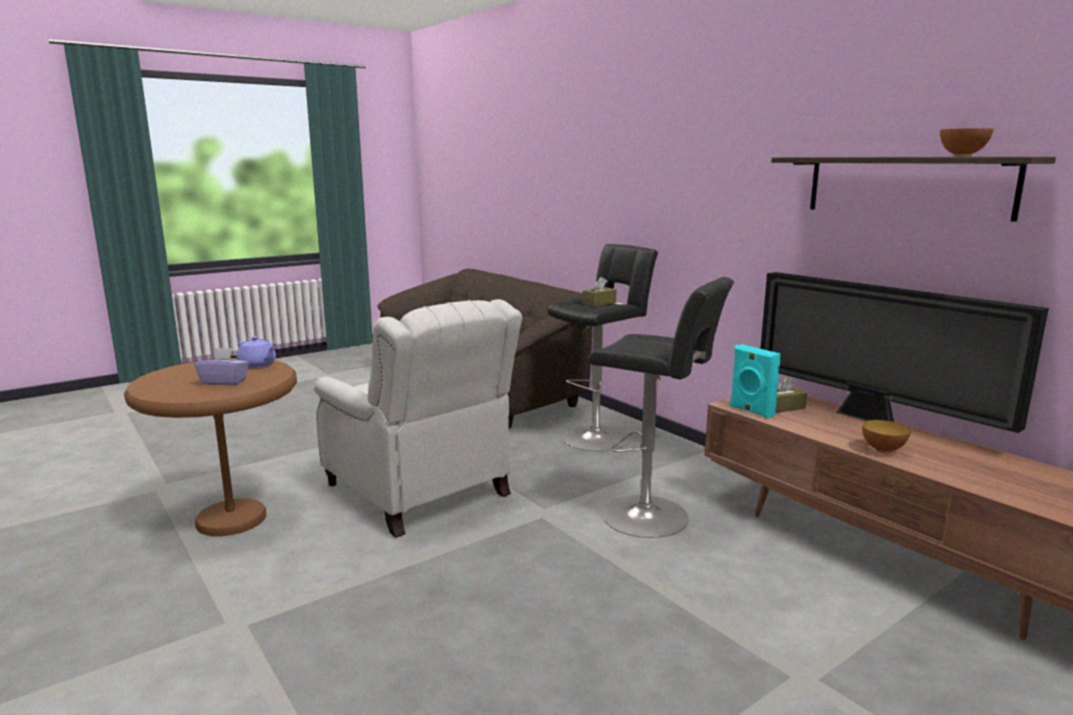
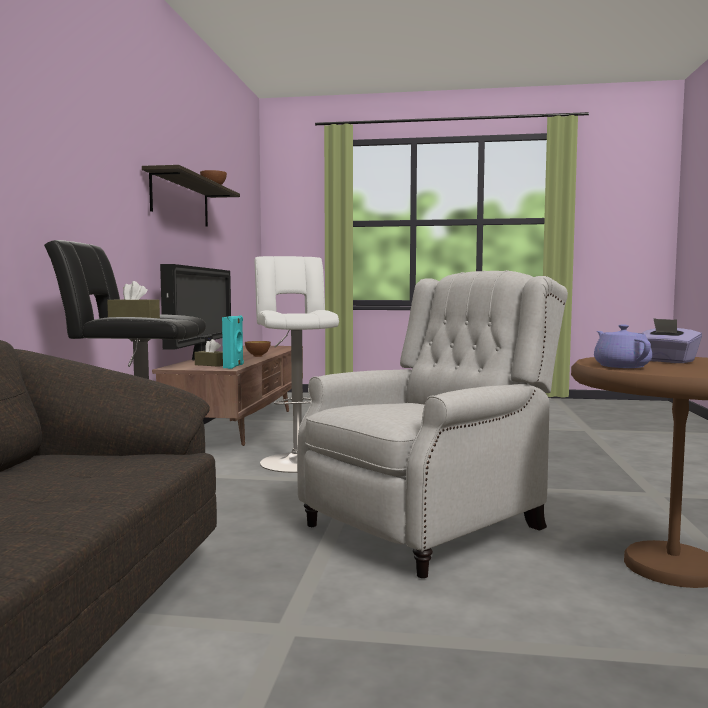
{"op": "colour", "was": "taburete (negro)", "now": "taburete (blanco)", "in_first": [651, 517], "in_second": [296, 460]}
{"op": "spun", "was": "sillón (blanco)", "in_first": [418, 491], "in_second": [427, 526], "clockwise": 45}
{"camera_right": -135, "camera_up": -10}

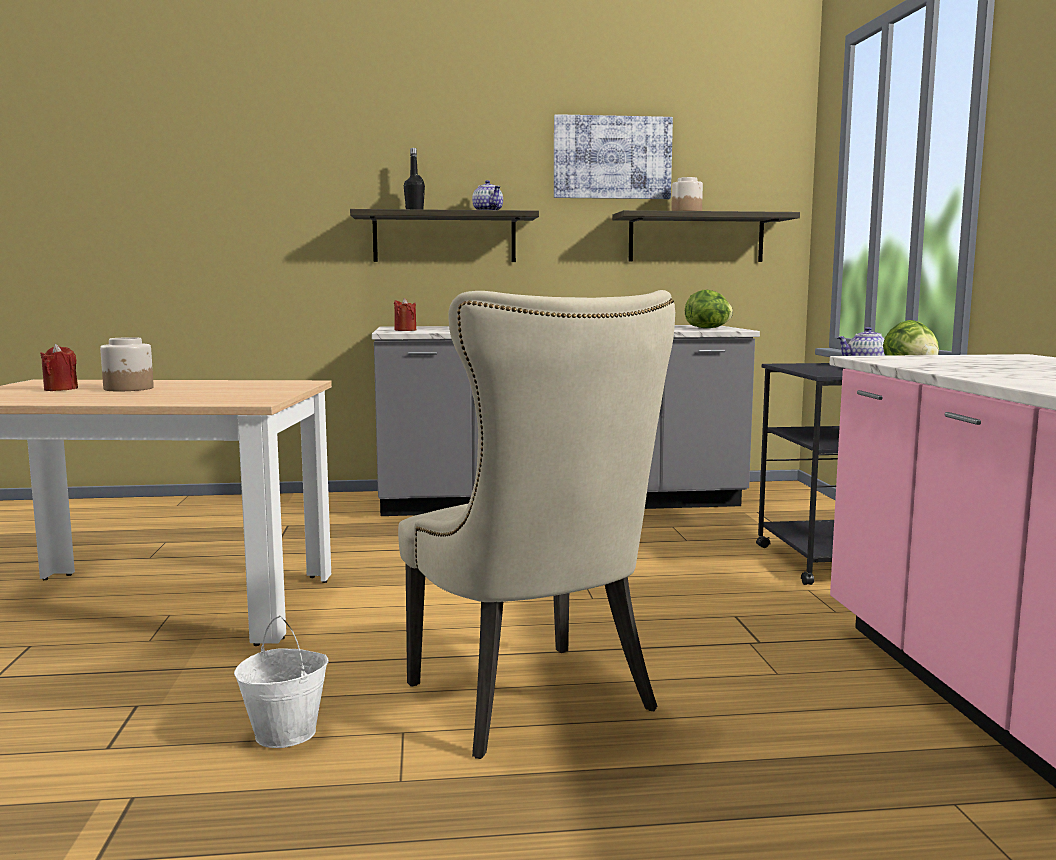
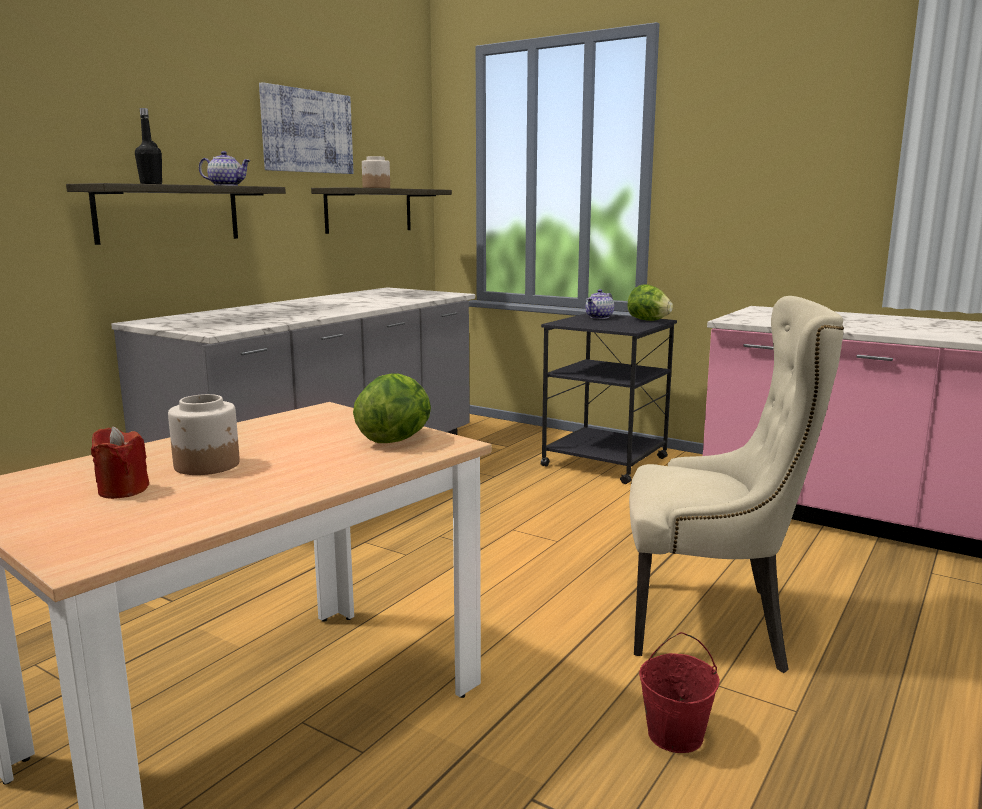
{"op": "relocated", "was": "lechuga", "in_first": [708, 328], "in_second": [396, 440]}
{"op": "missing", "was": "vela (rojo)", "in_first": [405, 330]}
{"op": "colour", "was": "cubo (blanco)", "now": "cubo (rojo)", "in_first": [286, 733], "in_second": [675, 734]}
{"camera_right": -50, "camera_up": 5}

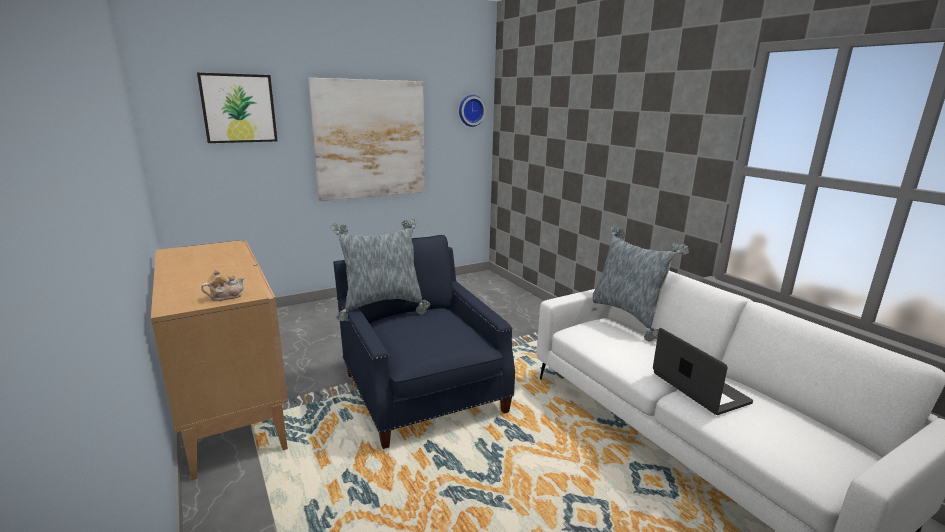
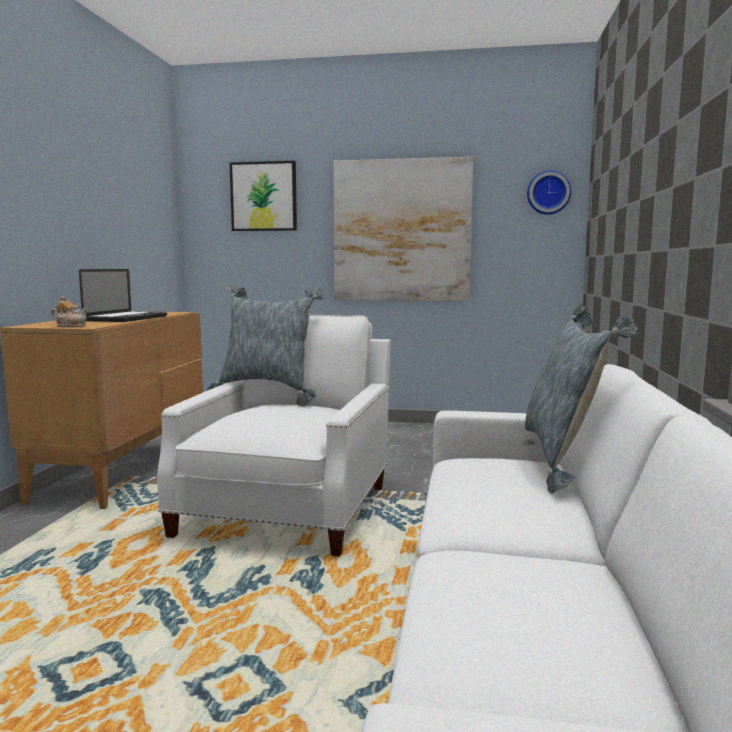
{"op": "colour", "was": "sillón (azul)", "now": "sillón (blanco)", "in_first": [422, 389], "in_second": [288, 507]}
{"op": "relocated", "was": "portátil", "in_first": [699, 388], "in_second": [126, 318]}
{"camera_right": 40, "camera_up": -10}

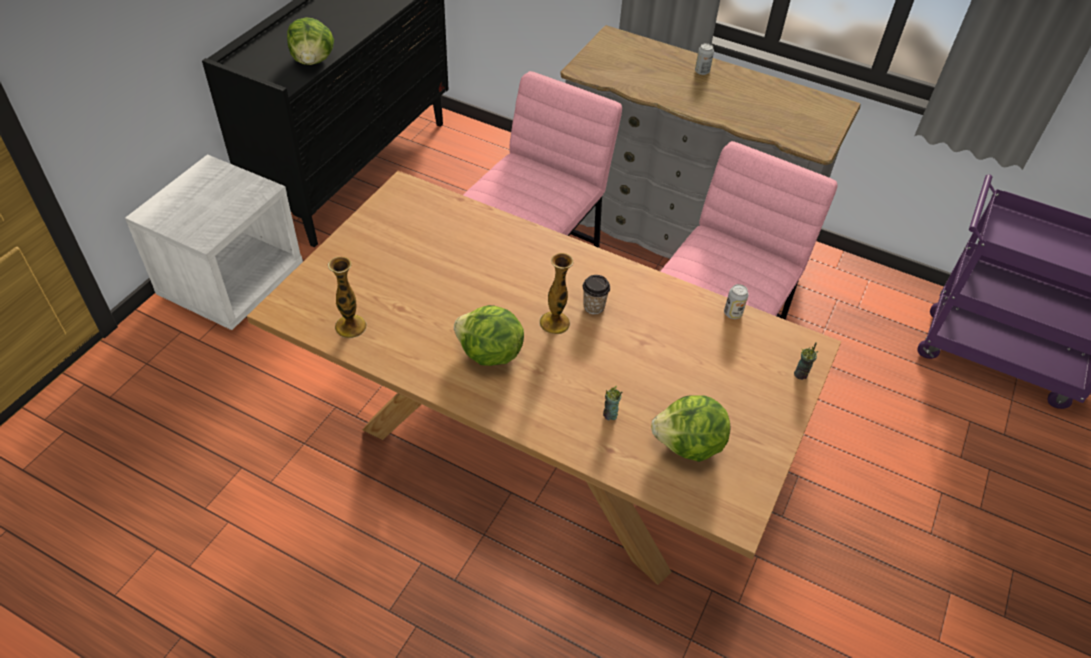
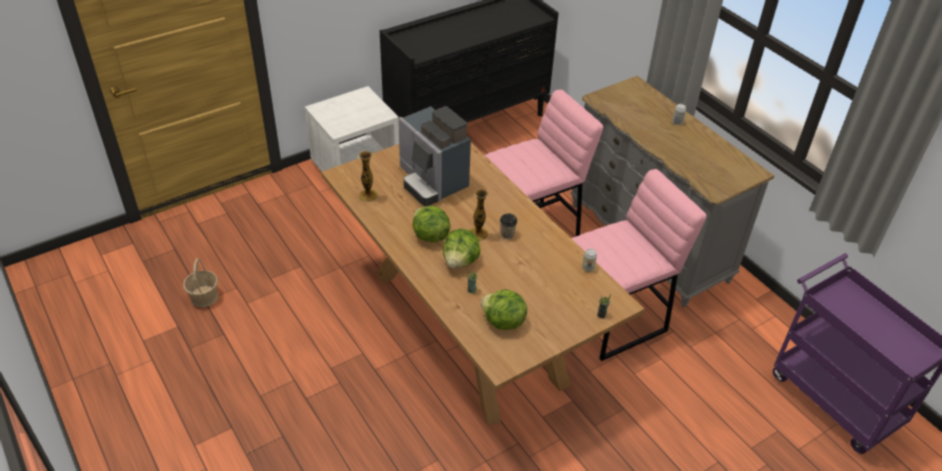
{"op": "relocated", "was": "lechuga", "in_first": [313, 61], "in_second": [461, 261]}
{"op": "appeared", "now": "cafetera", "in_second": [432, 181]}
{"op": "appeared", "now": "cesta", "in_second": [204, 297]}
{"camera_right": 30, "camera_up": -5}

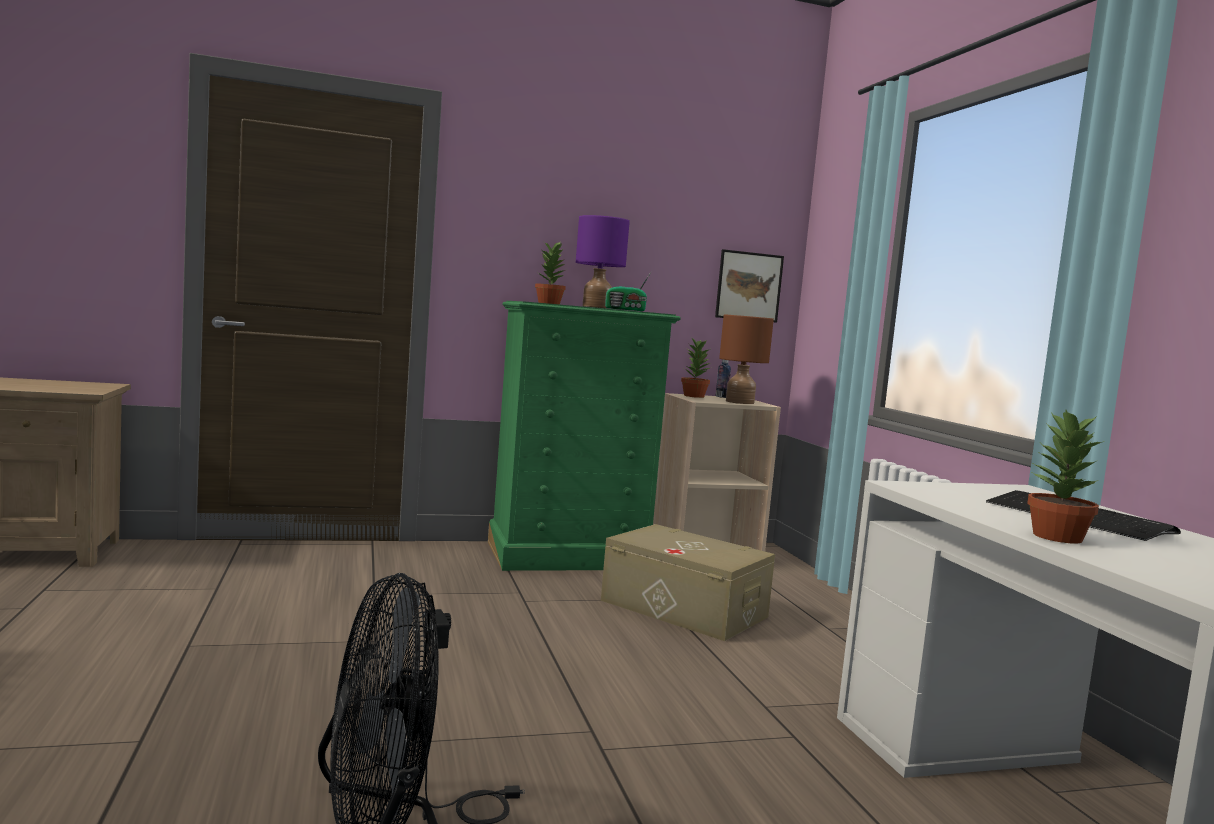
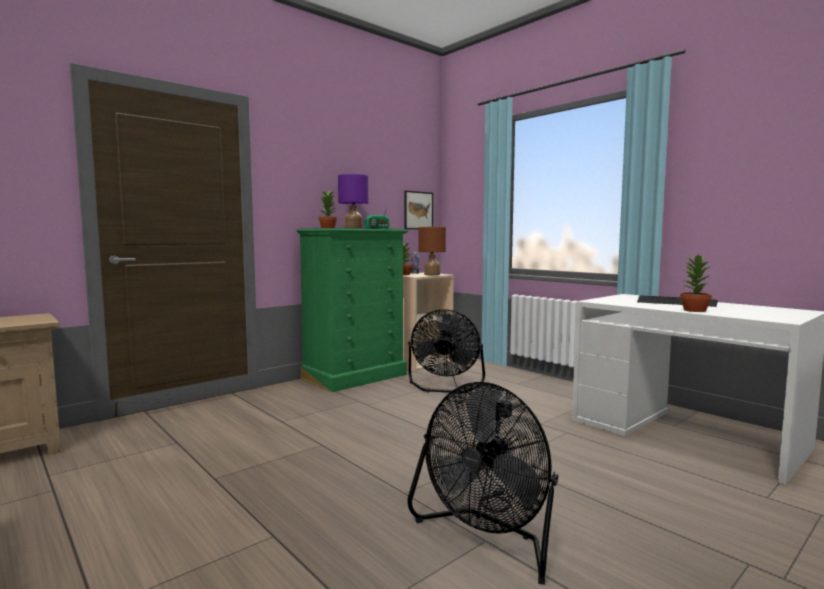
{"op": "exchanged", "was": "caja de almacenaje (beis)", "now": "ventilador (negro)", "in_first": [683, 608], "in_second": [446, 389]}
{"camera_right": -25, "camera_up": 0}

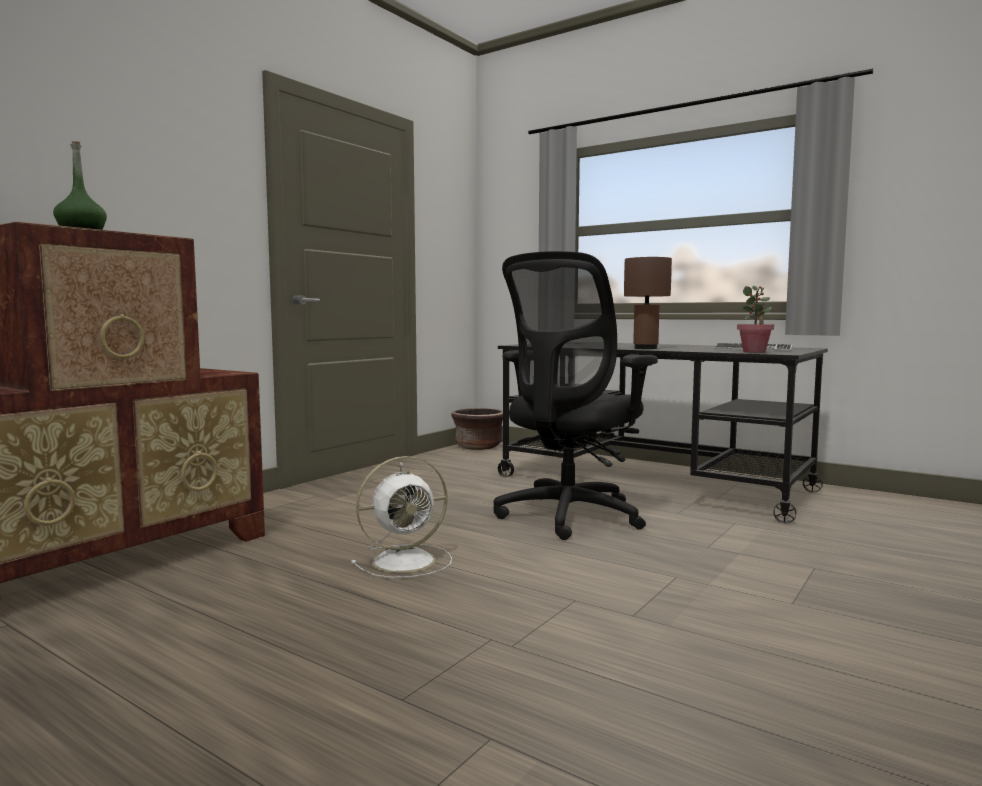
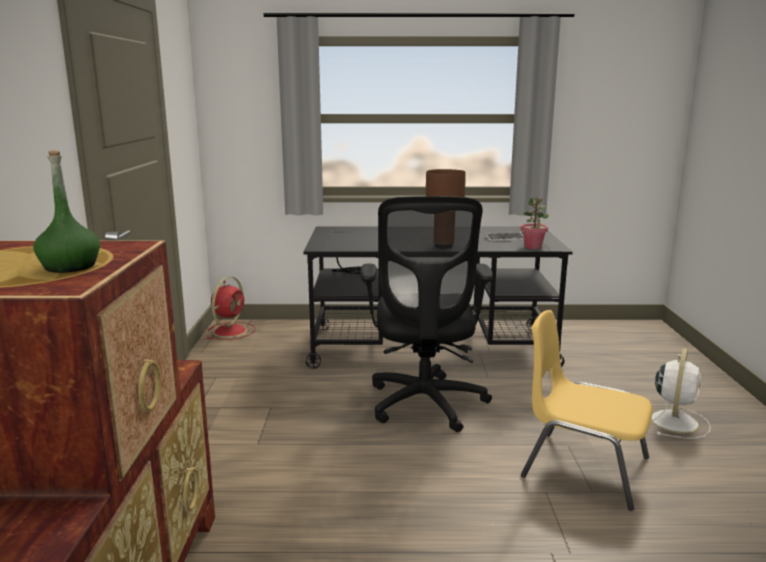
{"op": "exchanged", "was": "maceta (marrón)", "now": "ventilador (rojo)", "in_first": [478, 446], "in_second": [231, 331]}
{"op": "relocated", "was": "ventilador (blanco)", "in_first": [406, 561], "in_second": [674, 421]}
{"op": "appeared", "now": "silla (amarillo)", "in_second": [583, 467]}
{"camera_right": -35, "camera_up": 10}

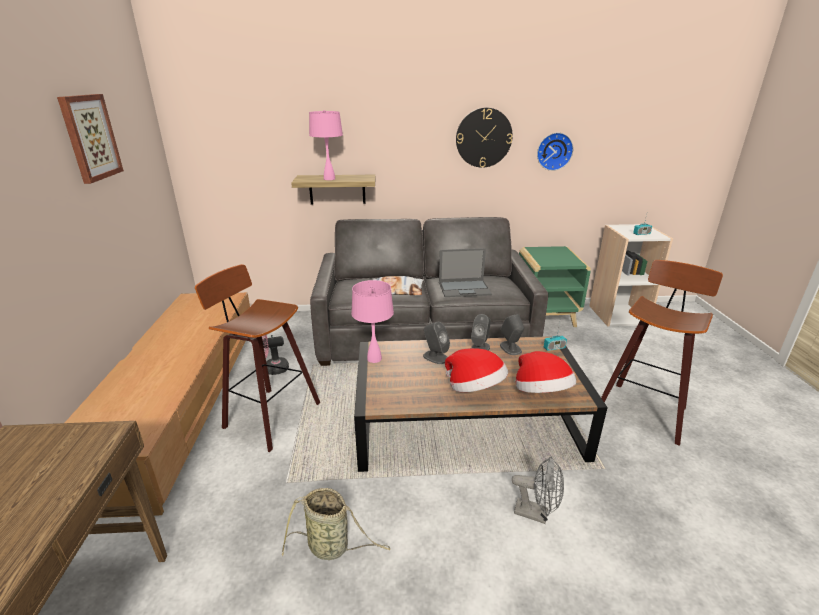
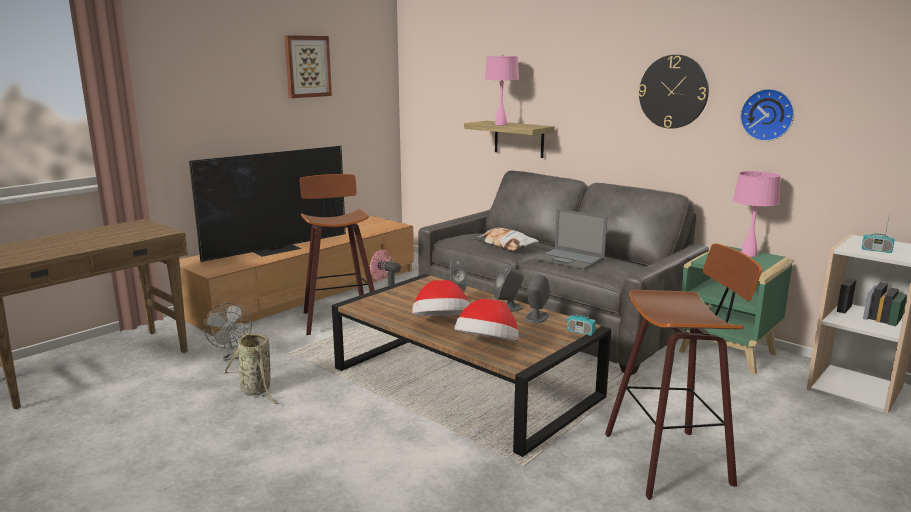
{"op": "relocated", "was": "lámpara de mesa (rosa)", "in_first": [374, 358], "in_second": [748, 254]}
{"op": "relocated", "was": "ventilador (gris)", "in_first": [536, 513], "in_second": [231, 356]}
{"op": "appeared", "now": "televisor", "in_second": [277, 249]}
{"camera_right": 45, "camera_up": -10}

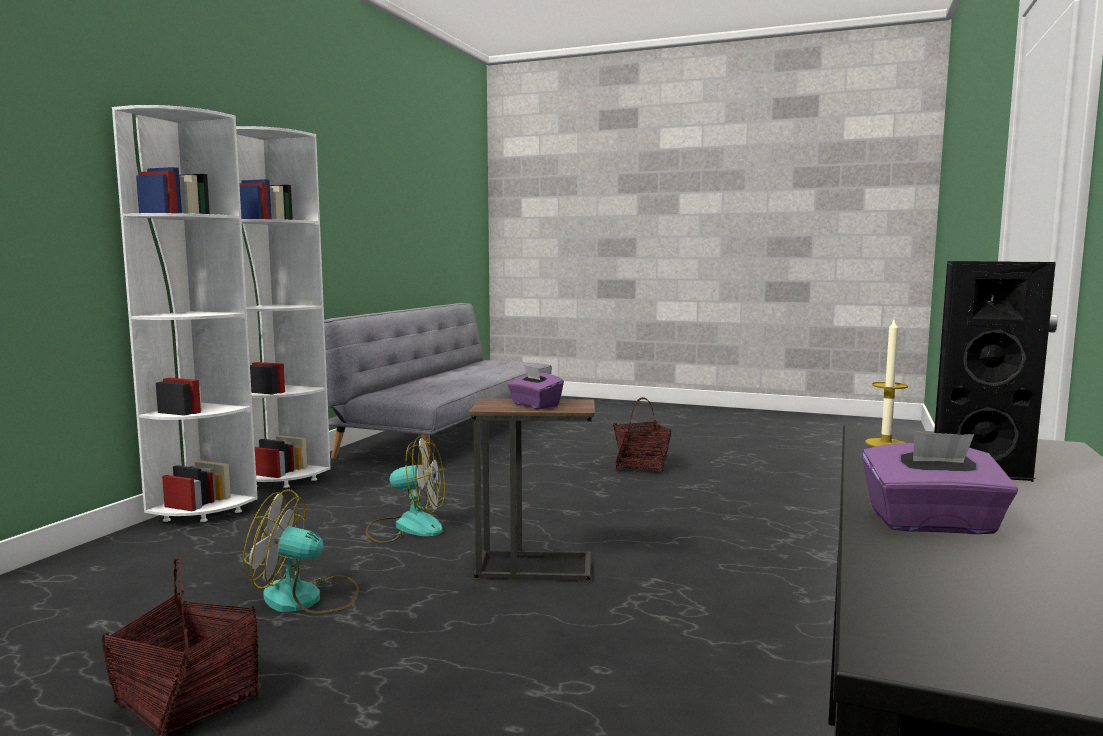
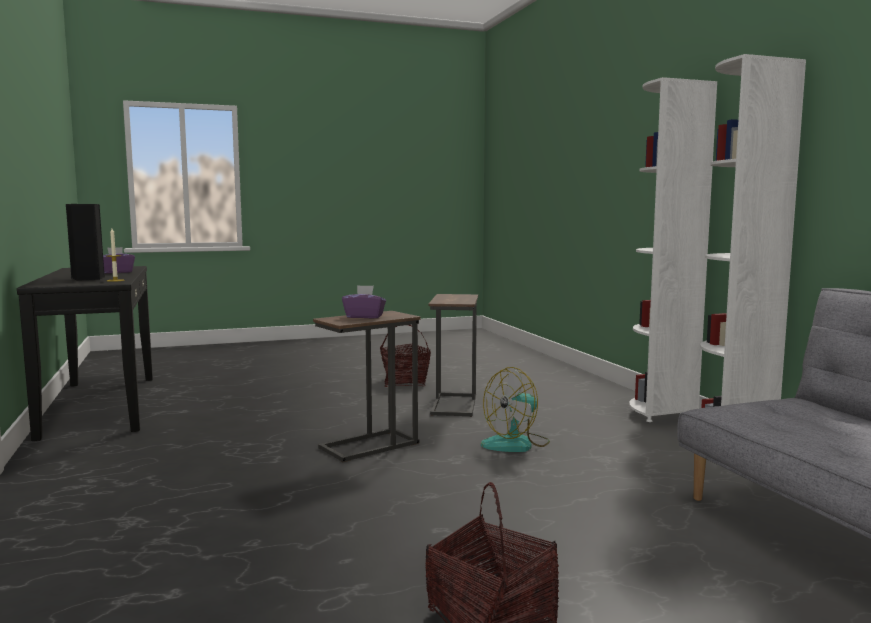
{"op": "exchanged", "was": "ventilador", "now": "mesa auxiliar (marrón)", "in_first": [306, 598], "in_second": [453, 405]}
{"camera_right": 140, "camera_up": 0}

